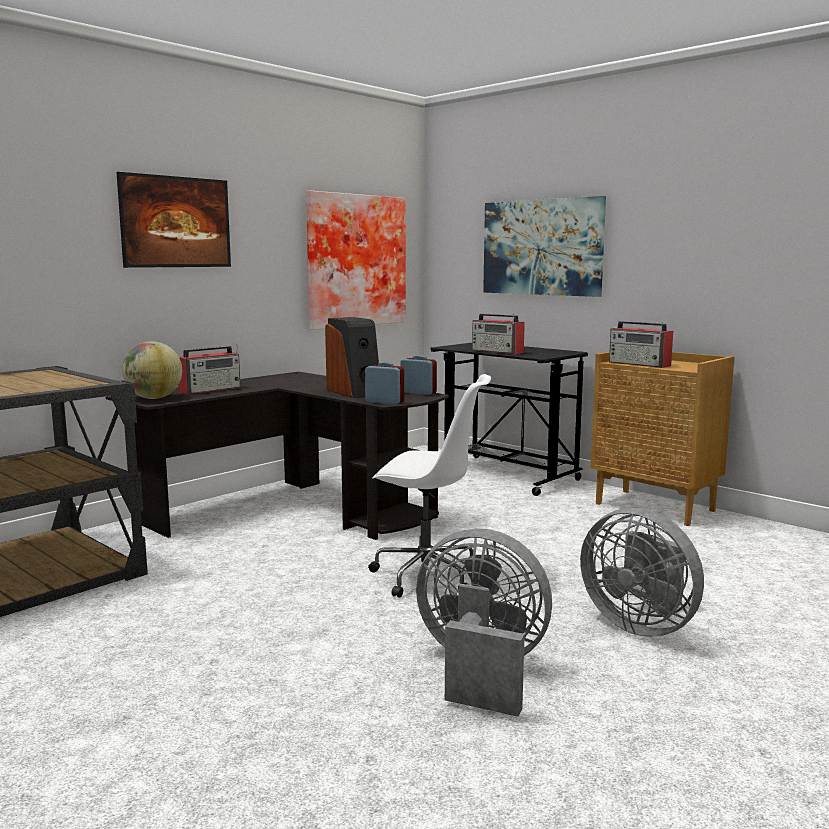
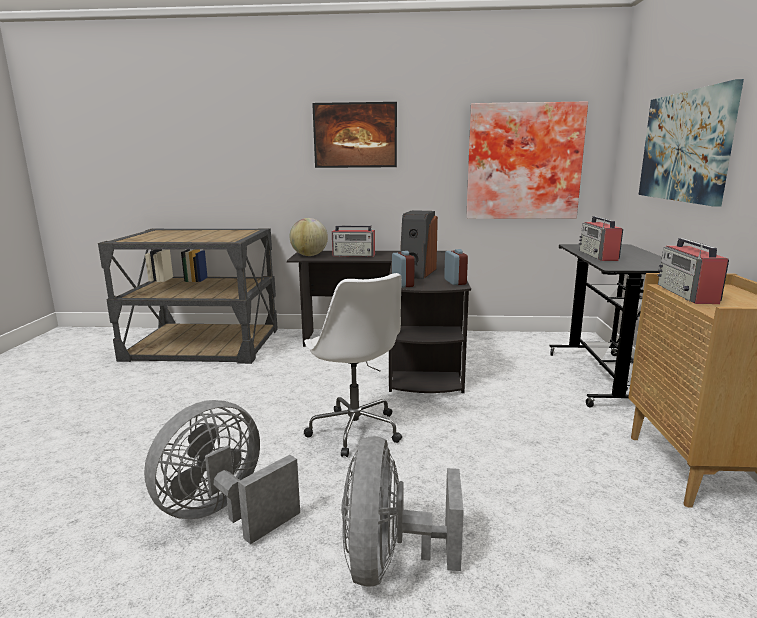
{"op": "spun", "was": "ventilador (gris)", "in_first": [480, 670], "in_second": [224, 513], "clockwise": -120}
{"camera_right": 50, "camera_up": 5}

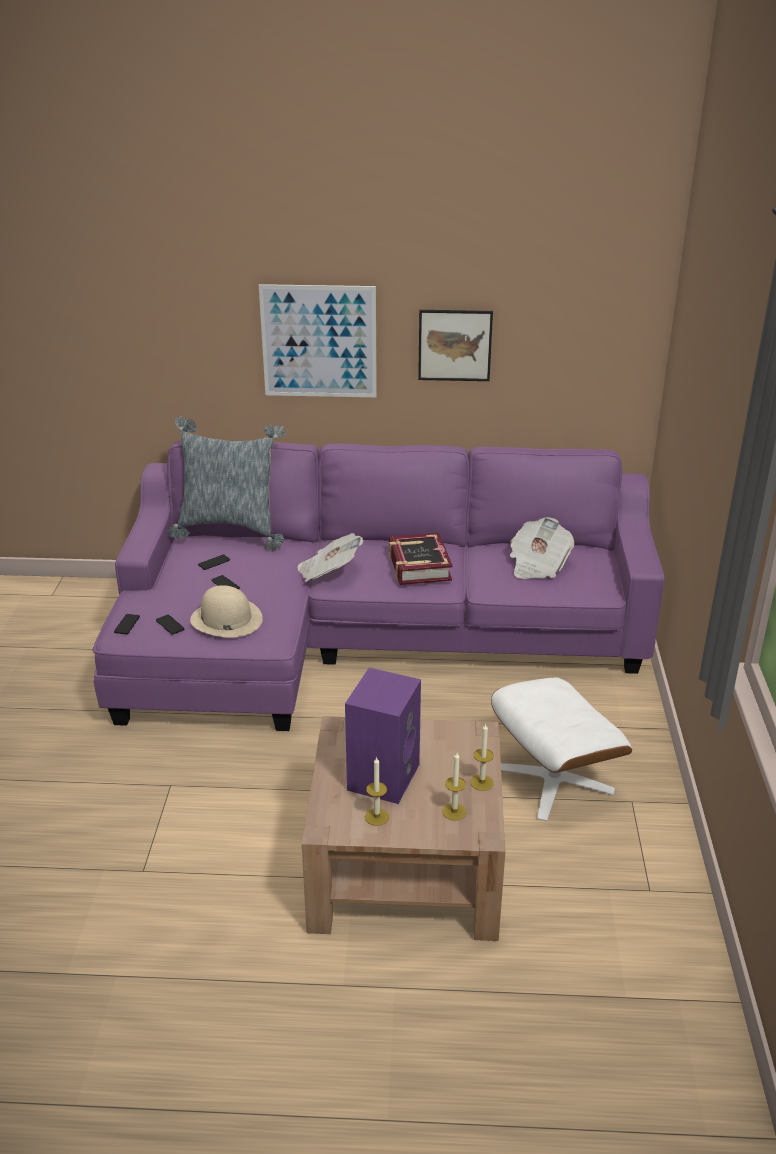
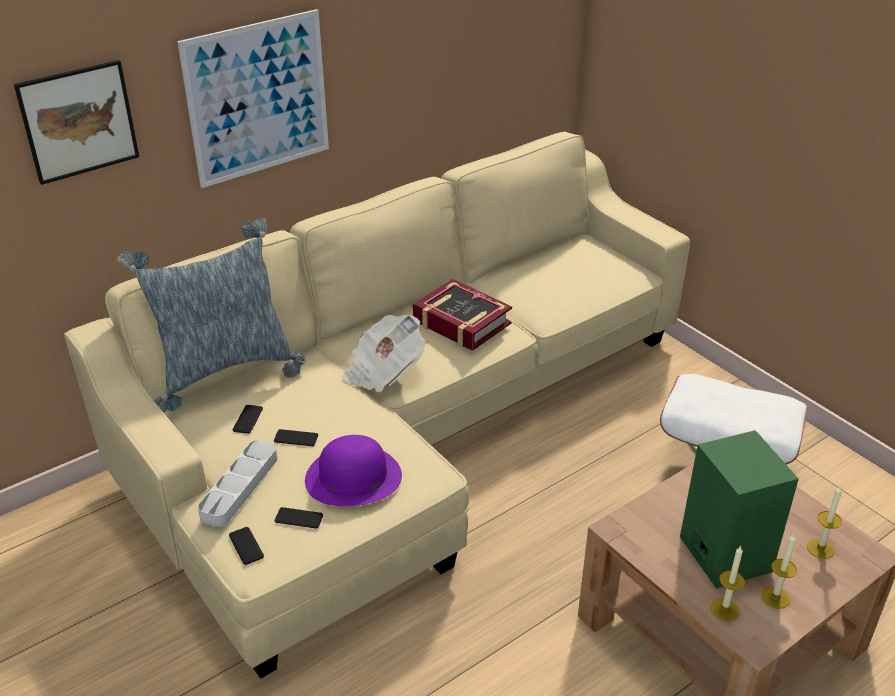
{"op": "relocated", "was": "cuadro", "in_first": [454, 345], "in_second": [78, 121]}
{"op": "colour", "was": "sofá (morado)", "now": "sofá (beis)", "in_first": [360, 641], "in_second": [401, 434]}
{"op": "missing", "was": "periódico", "in_first": [537, 565]}
{"op": "colour", "was": "sombrero (beis)", "now": "sombrero (morado)", "in_first": [226, 619], "in_second": [353, 477]}
{"op": "colour", "was": "altavoz (morado)", "now": "altavoz (verde)", "in_first": [382, 776], "in_second": [722, 553]}
{"op": "relocated", "was": "vela", "in_first": [482, 782], "in_second": [724, 609]}
{"op": "appeared", "now": "bandeja (gris)", "in_second": [239, 487]}
{"camera_right": -40, "camera_up": 5}

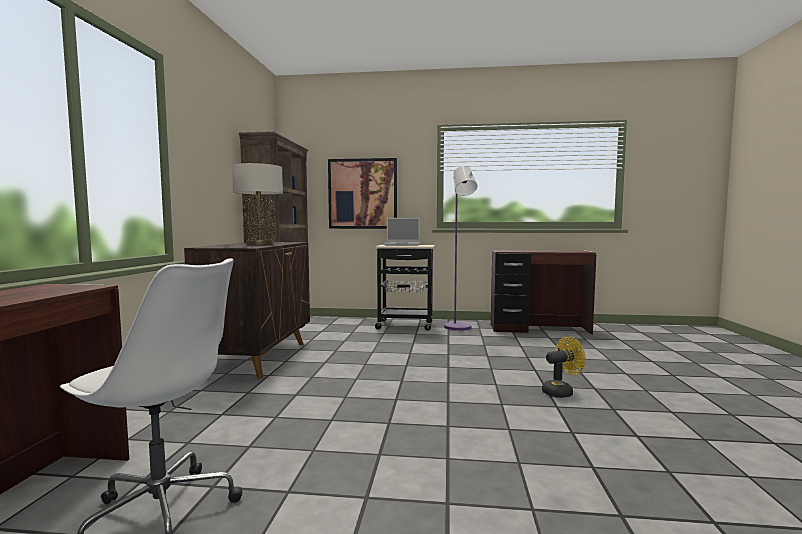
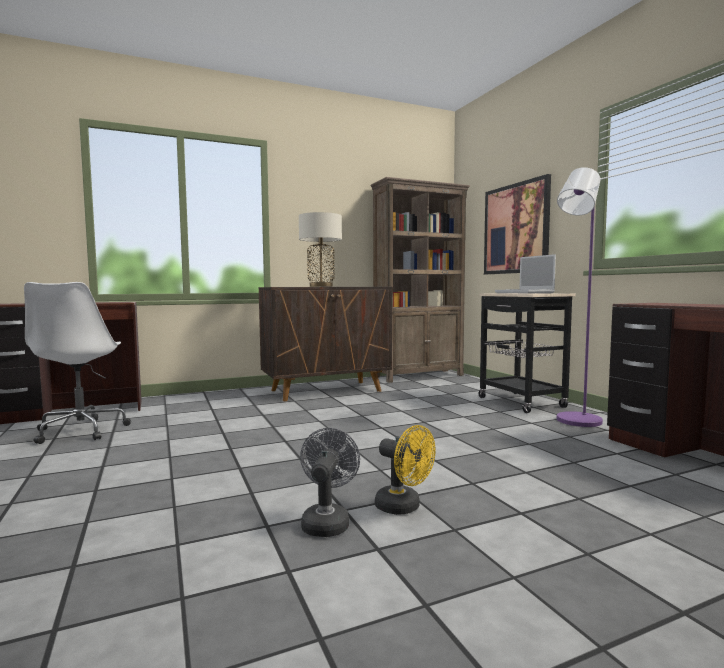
{"op": "appeared", "now": "ventilador (gris)", "in_second": [327, 521]}
{"camera_right": 60, "camera_up": 0}

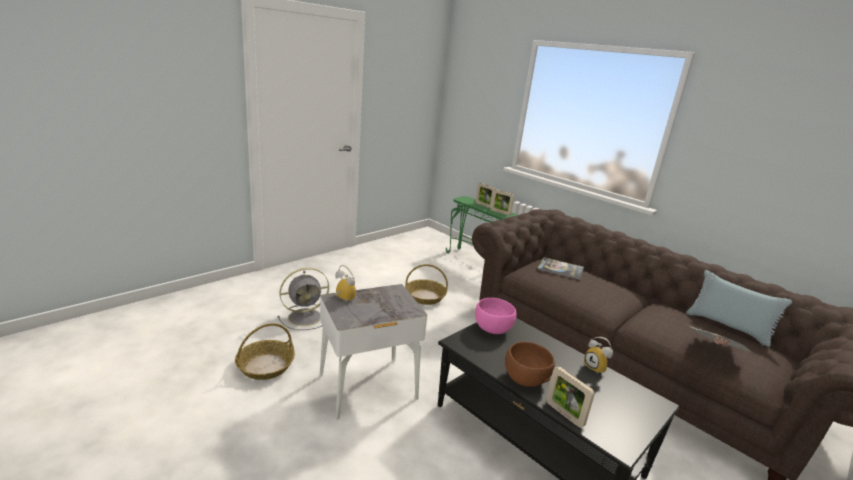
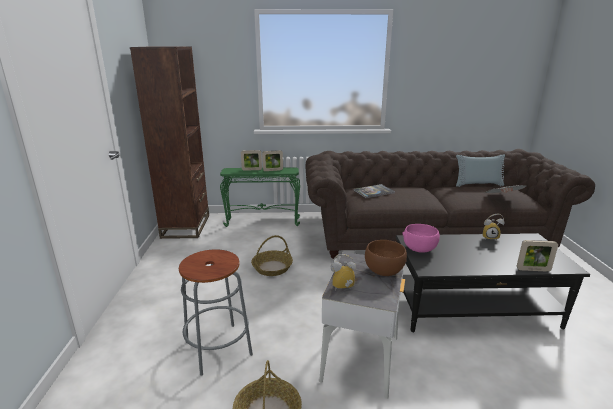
{"op": "exchanged", "was": "ventilador (gris)", "now": "taburete (gris)", "in_first": [306, 317], "in_second": [218, 348]}
{"op": "relocated", "was": "cuenco (marrón)", "in_first": [525, 379], "in_second": [383, 271]}
{"op": "appeared", "now": "estantería (marrón)", "in_second": [186, 226]}
{"camera_right": -45, "camera_up": 0}

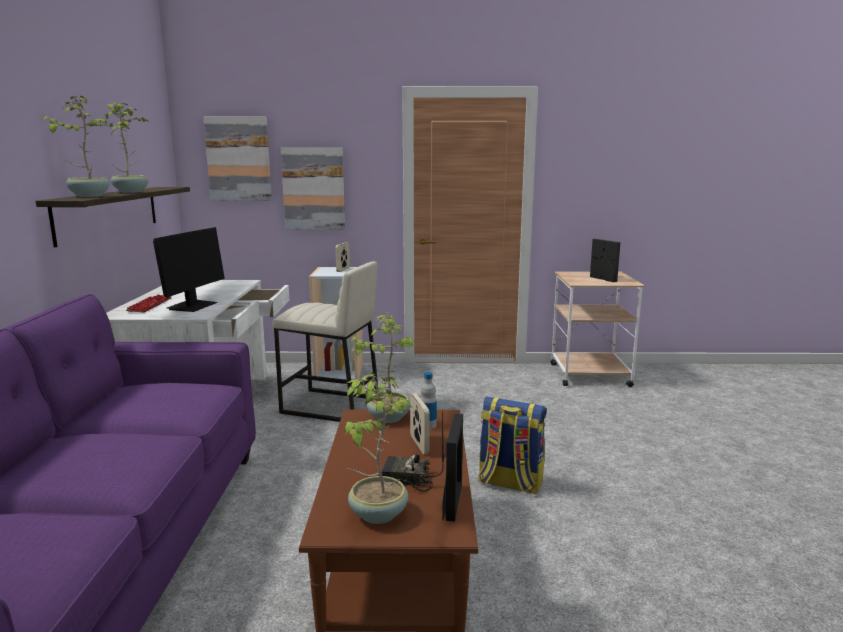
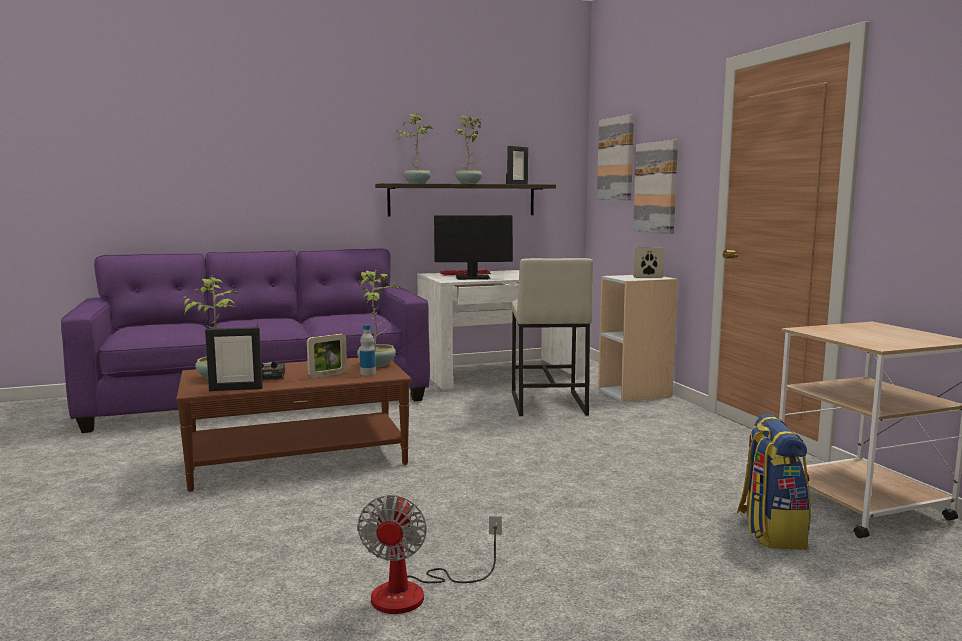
{"op": "relocated", "was": "portarretratos", "in_first": [602, 279], "in_second": [517, 184]}
{"op": "relocated", "was": "mochila", "in_first": [509, 483], "in_second": [770, 531]}
{"op": "appeared", "now": "ventilador", "in_second": [416, 592]}
{"camera_right": 70, "camera_up": -5}

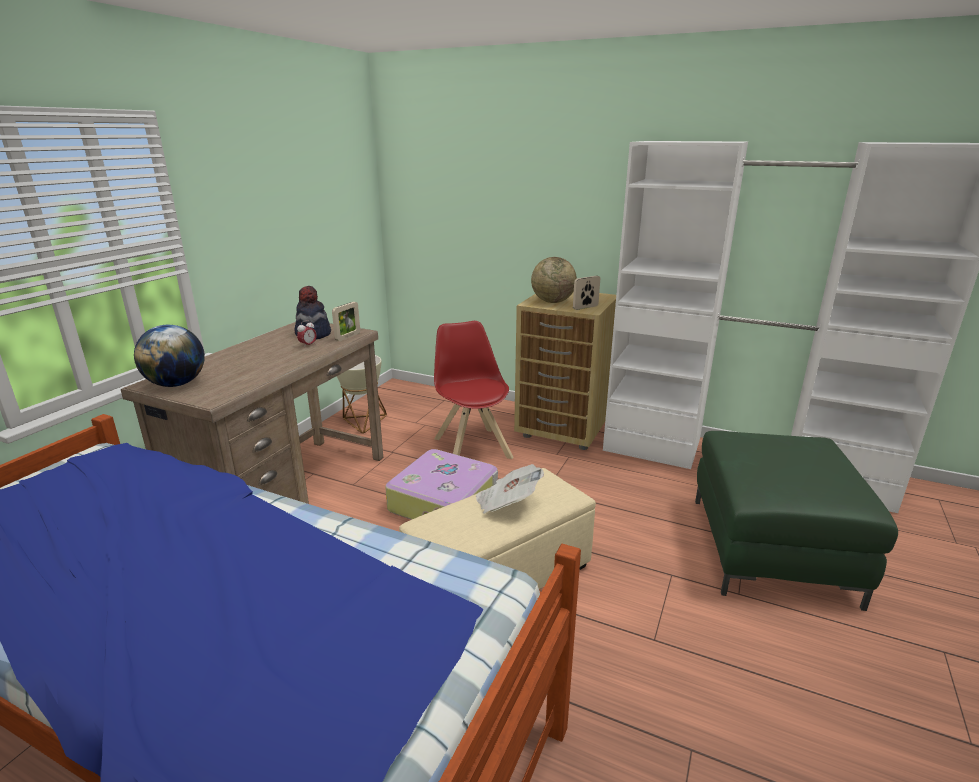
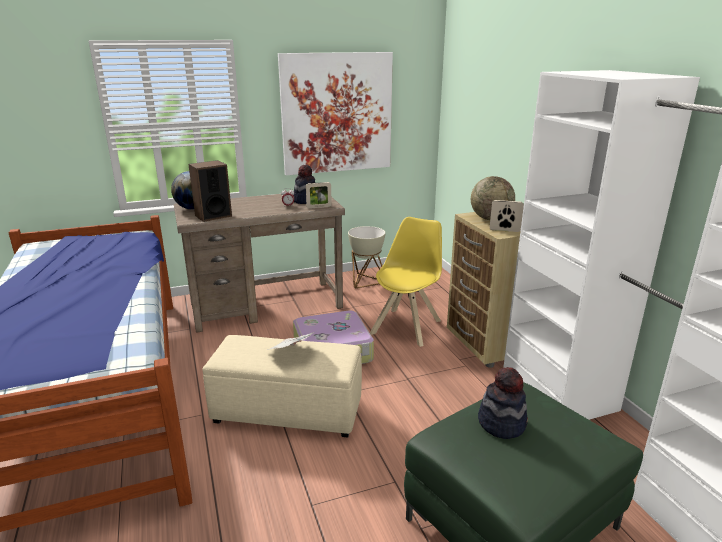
{"op": "colour", "was": "silla (rojo)", "now": "silla (amarillo)", "in_first": [472, 447], "in_second": [407, 326]}
{"op": "appeared", "now": "cuadro", "in_second": [337, 113]}
{"op": "appeared", "now": "altavoz", "in_second": [213, 216]}
{"op": "appeared", "now": "sombrero", "in_second": [501, 423]}
{"camera_right": 45, "camera_up": 0}

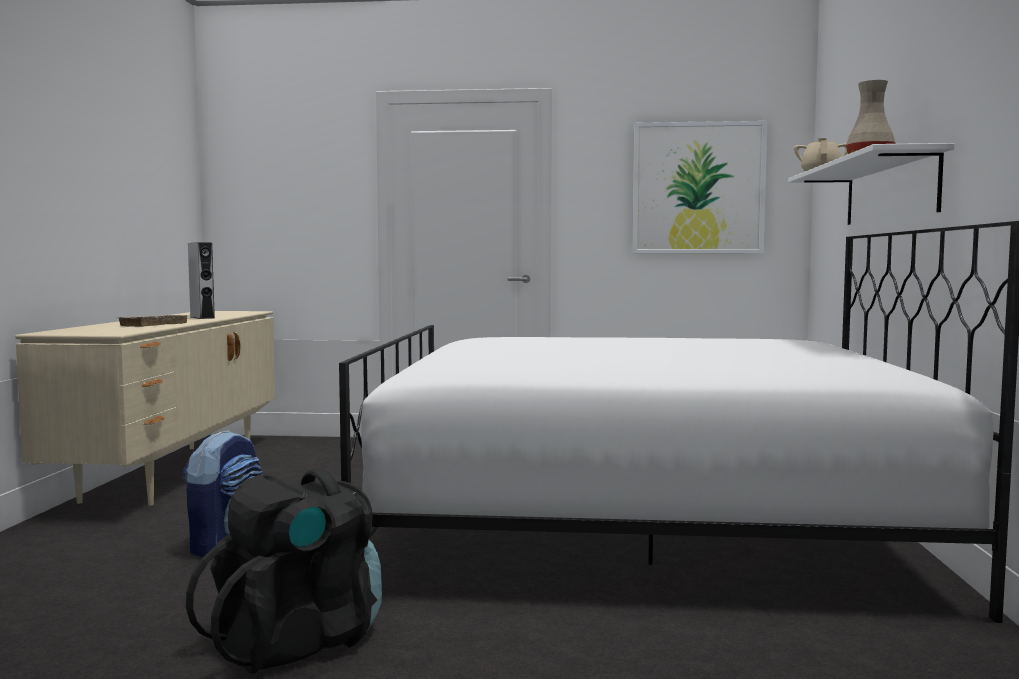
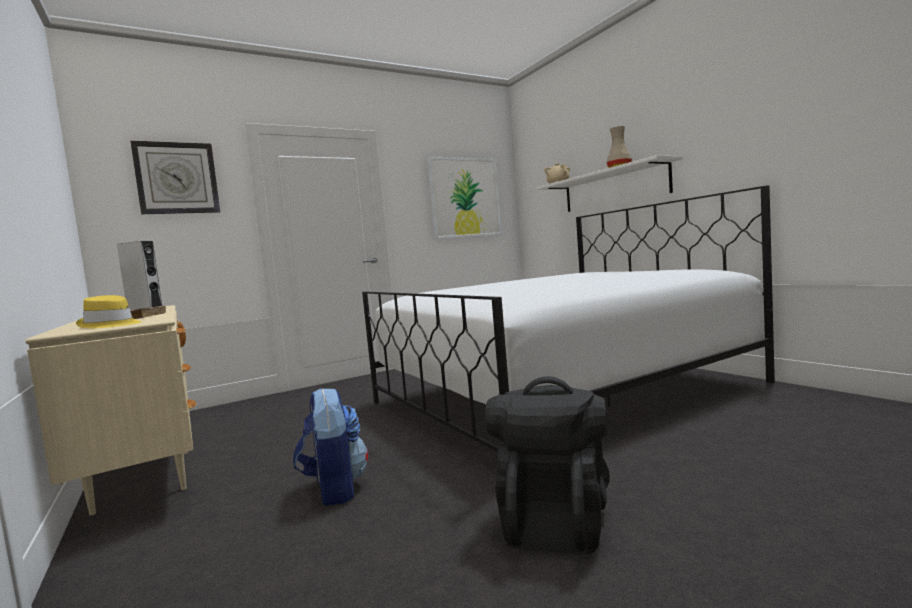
{"op": "appeared", "now": "reloj de pared", "in_second": [177, 178]}
{"op": "appeared", "now": "sombrero (amarillo)", "in_second": [110, 325]}
{"camera_right": -35, "camera_up": 0}

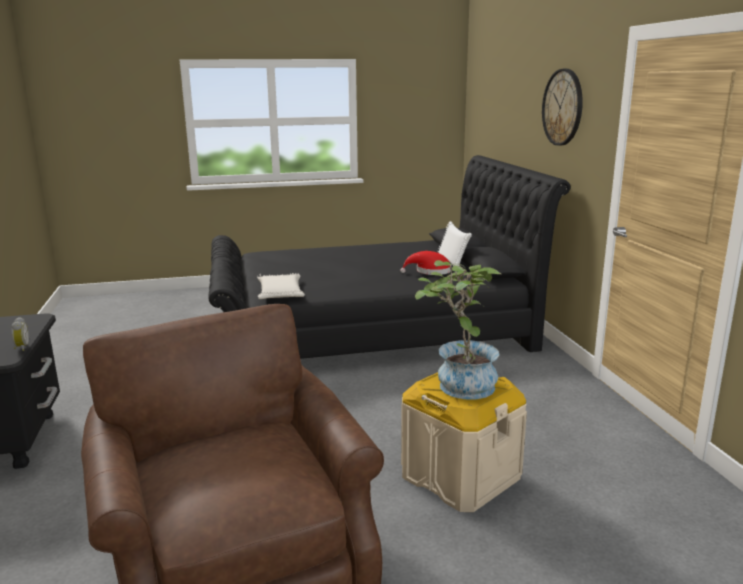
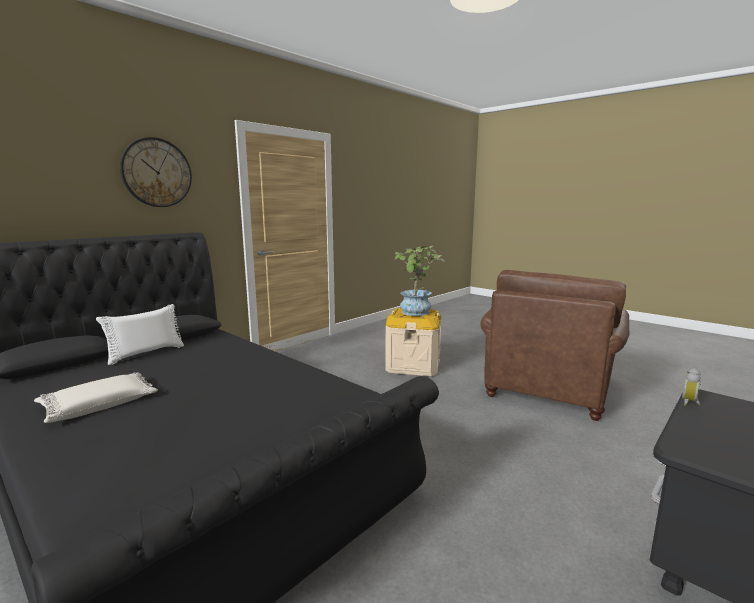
{"op": "missing", "was": "sombrero (rojo)", "in_first": [430, 271]}
{"op": "relocated", "was": "cojín (blanco)", "in_first": [280, 292], "in_second": [99, 402]}
{"camera_right": -125, "camera_up": -5}

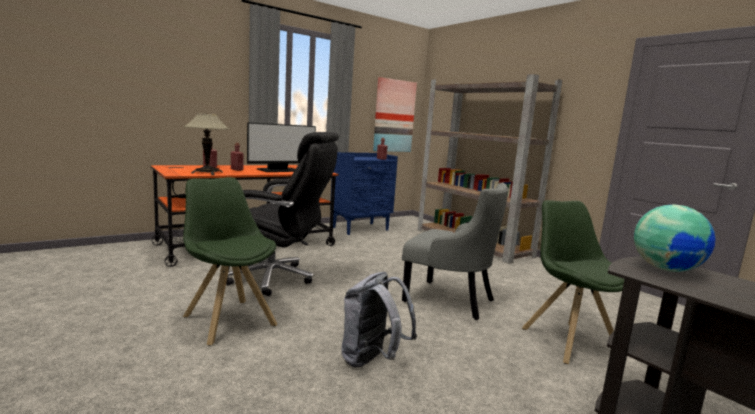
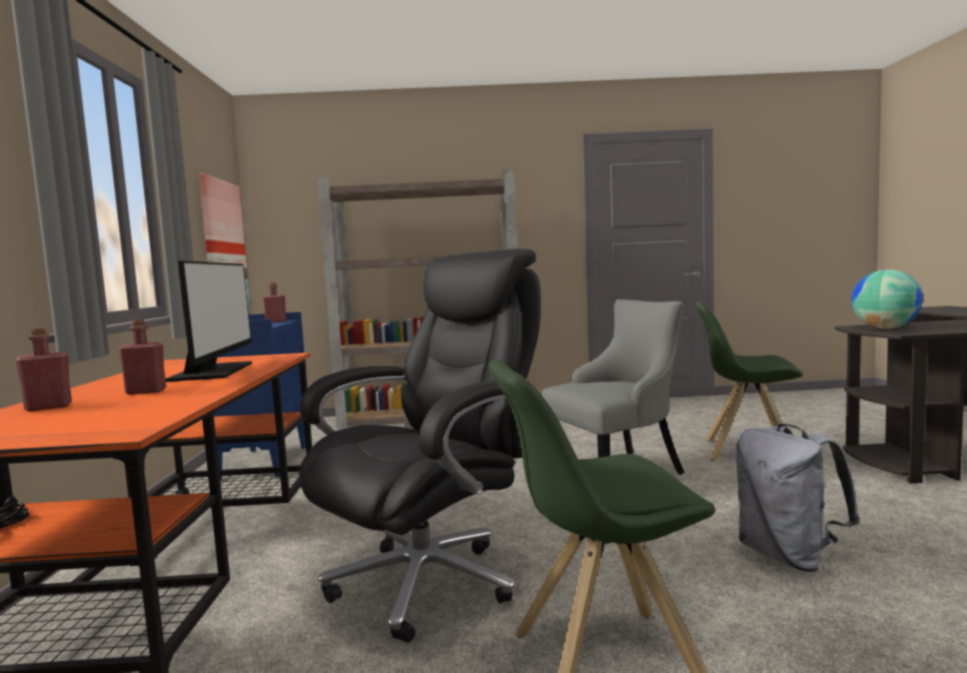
{"op": "missing", "was": "lámpara de mesa", "in_first": [207, 172]}
{"camera_right": -55, "camera_up": -5}

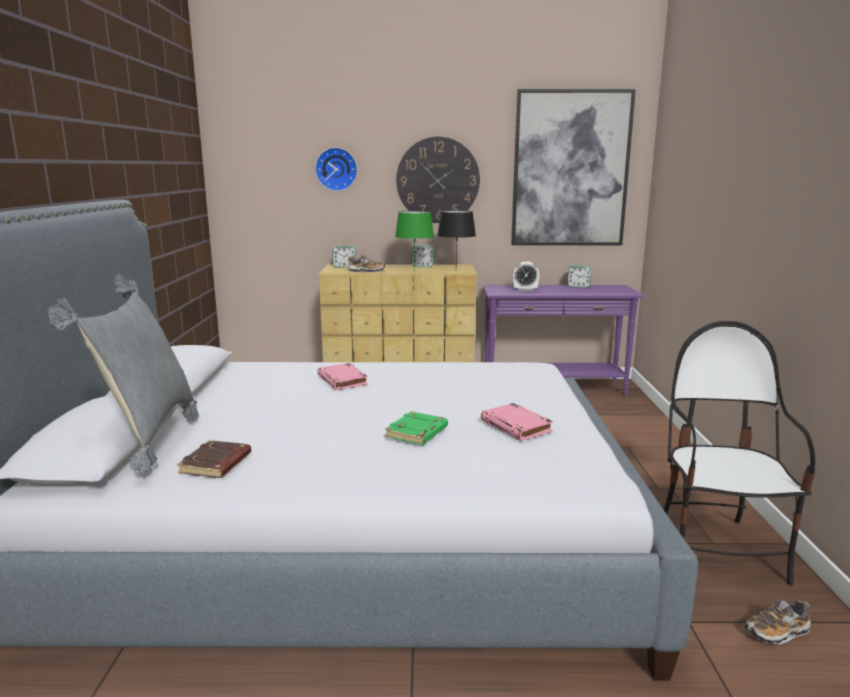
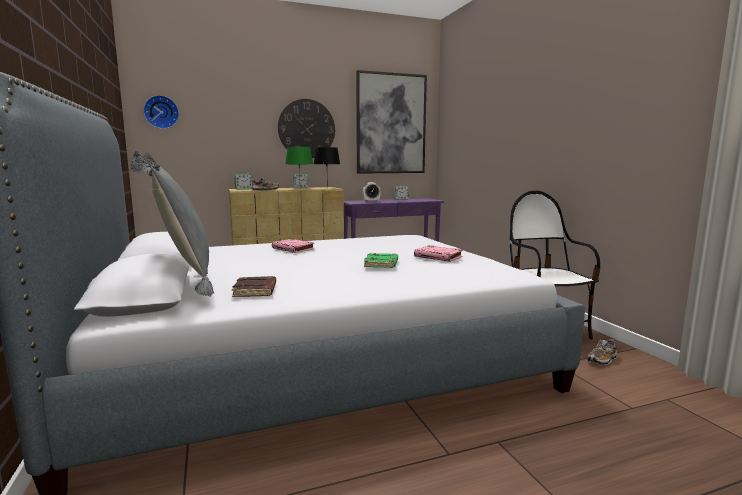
{"op": "relocated", "was": "reloj de pared", "in_first": [336, 169], "in_second": [161, 112]}
{"camera_right": -20, "camera_up": -5}

